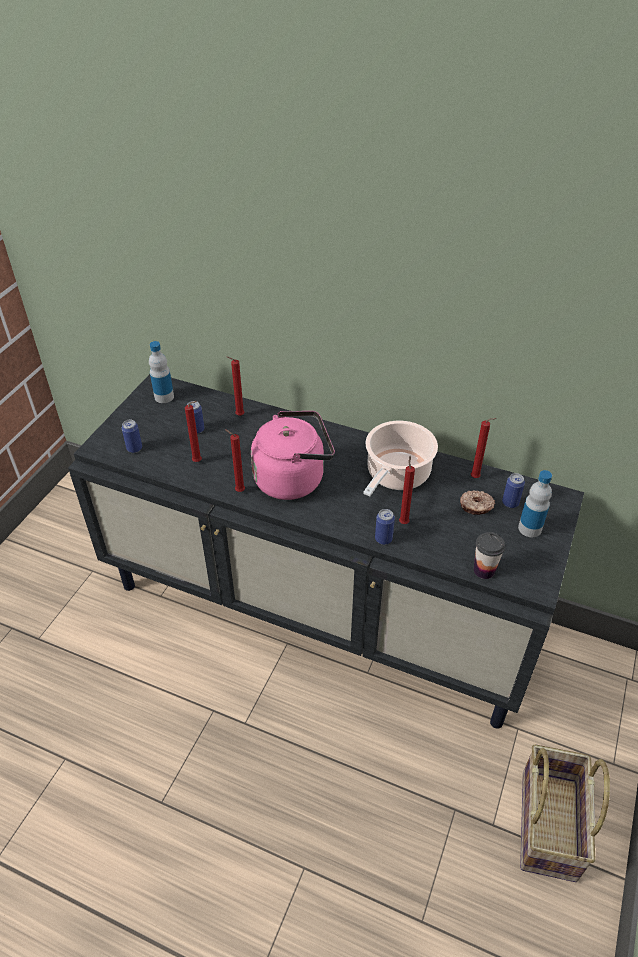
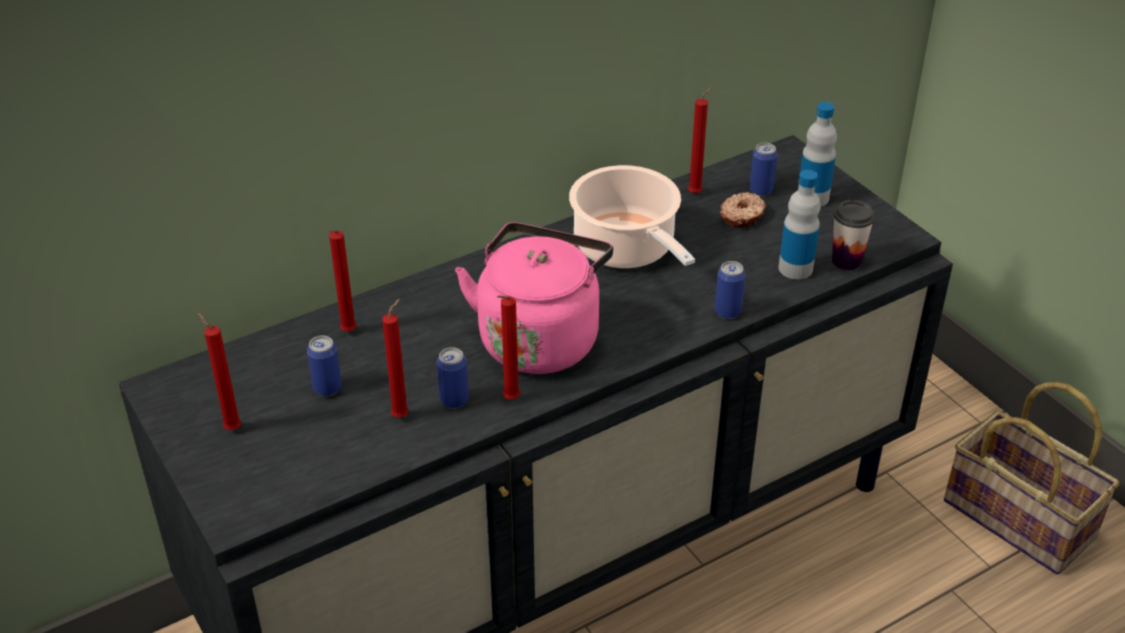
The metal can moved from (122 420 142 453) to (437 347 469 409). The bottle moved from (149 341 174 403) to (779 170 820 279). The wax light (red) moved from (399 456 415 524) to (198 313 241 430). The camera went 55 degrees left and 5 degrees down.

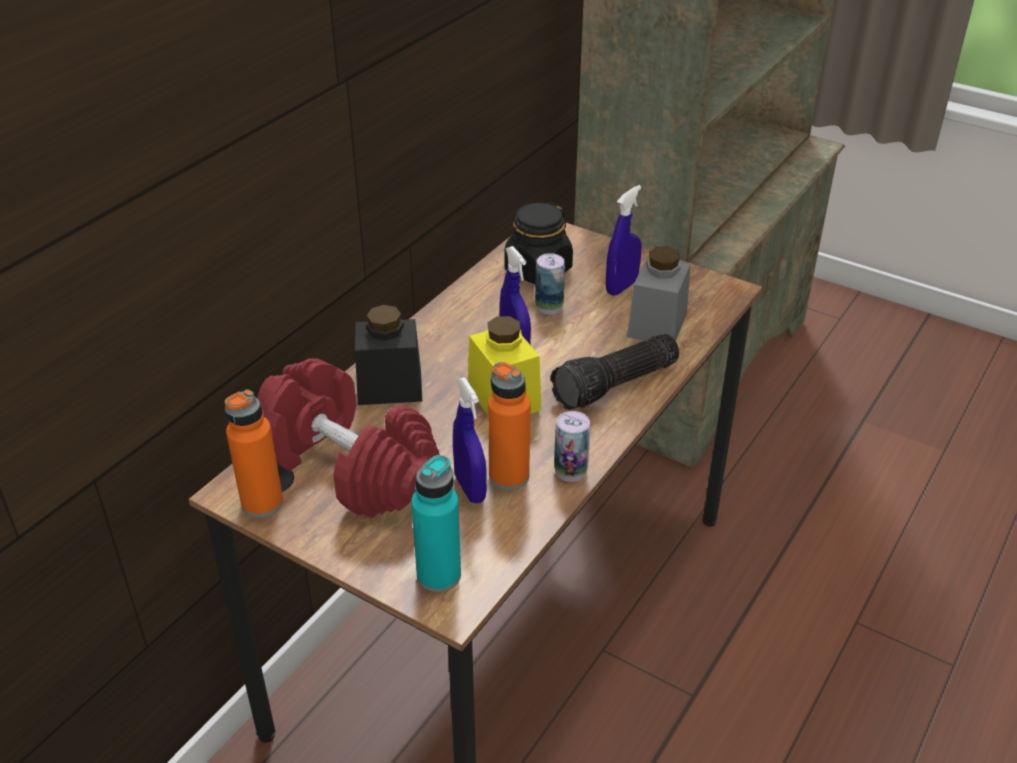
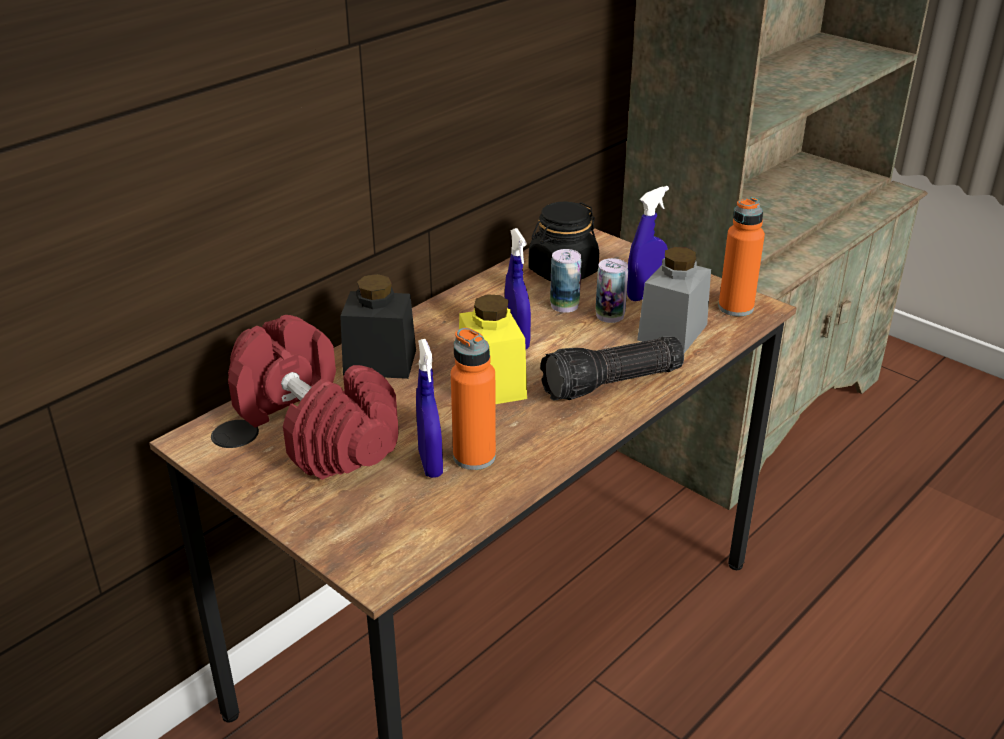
The bottle (orange) moved from (225 389 283 518) to (718 197 765 316). The bottle (turquoise) at (411 455 461 592) disappeared. The metal can moved from (554 411 590 482) to (596 258 628 323). The camera went 10 degrees right and 5 degrees down.

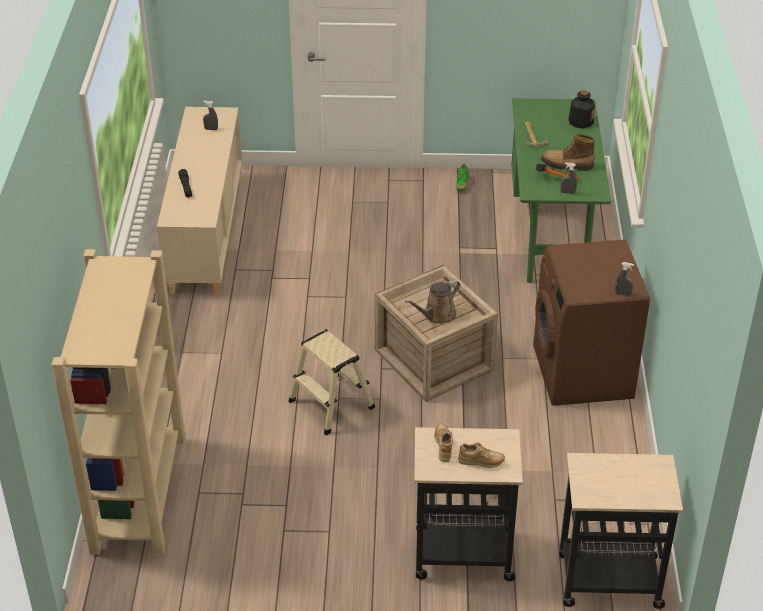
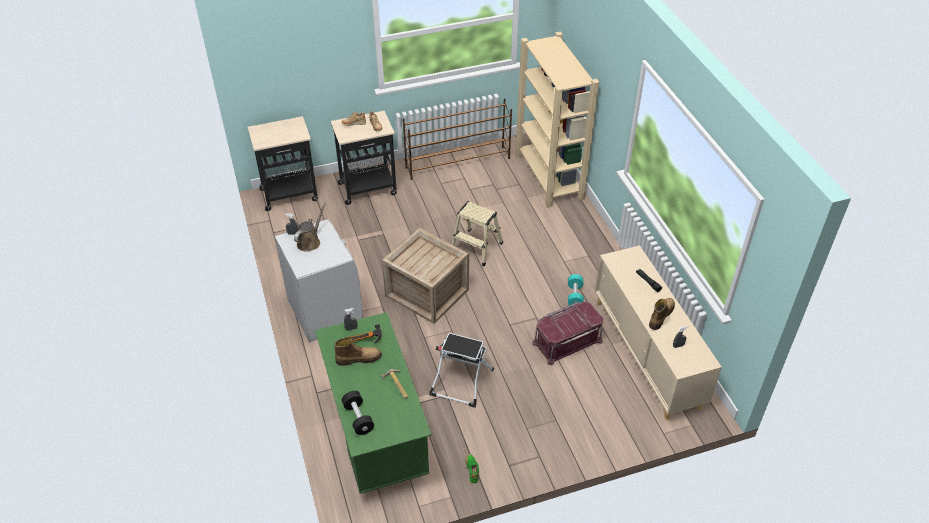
The watering pot (brown) moved from (405 279 460 324) to (294 203 326 252). The washing machine (brown) at (533 239 650 406) became the washing machine (whitish) at (275 219 364 343). The bottle at (568 90 595 128) was replaced by the free weight (black) at (342 391 374 435). The shoe stand (brown) at (403 98 512 180) appeared. The step ladder at (429 333 494 408) appeared. The storage box (red) at (532 302 603 366) appeared. The free weight (turquoise) at (568 274 584 308) appeared. The tall boot at (649 298 675 330) appeared. The camera went 160 degrees right and 5 degrees up.

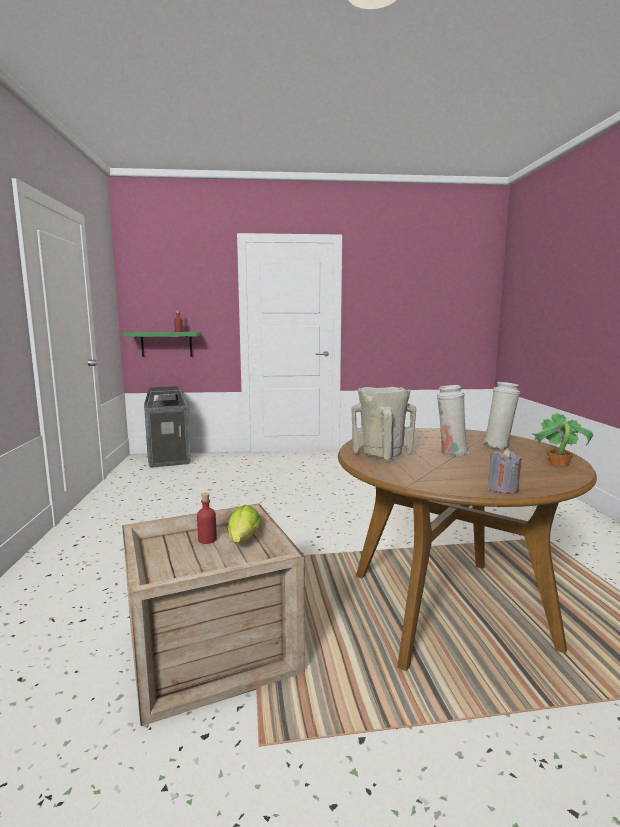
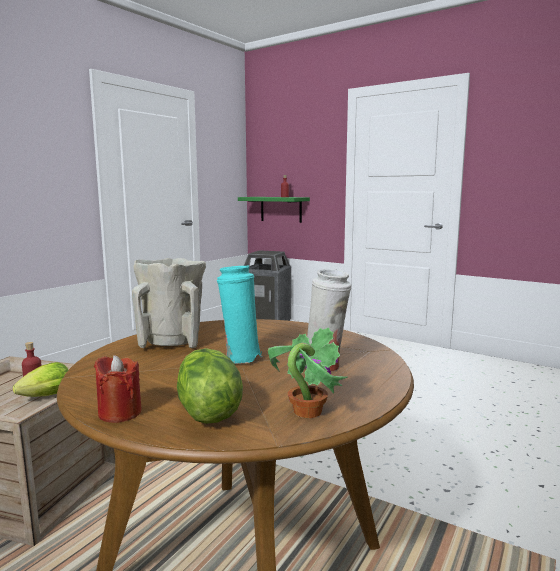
The flower vase (whitish) at (437 385 469 456) became the flower vase (turquoise) at (217 266 262 364). The wax light (greyish) at (488 448 522 494) became the wax light (red) at (94 355 142 423). The lettuce at (177 348 243 424) appeared. The camera went 40 degrees right and 0 degrees up.

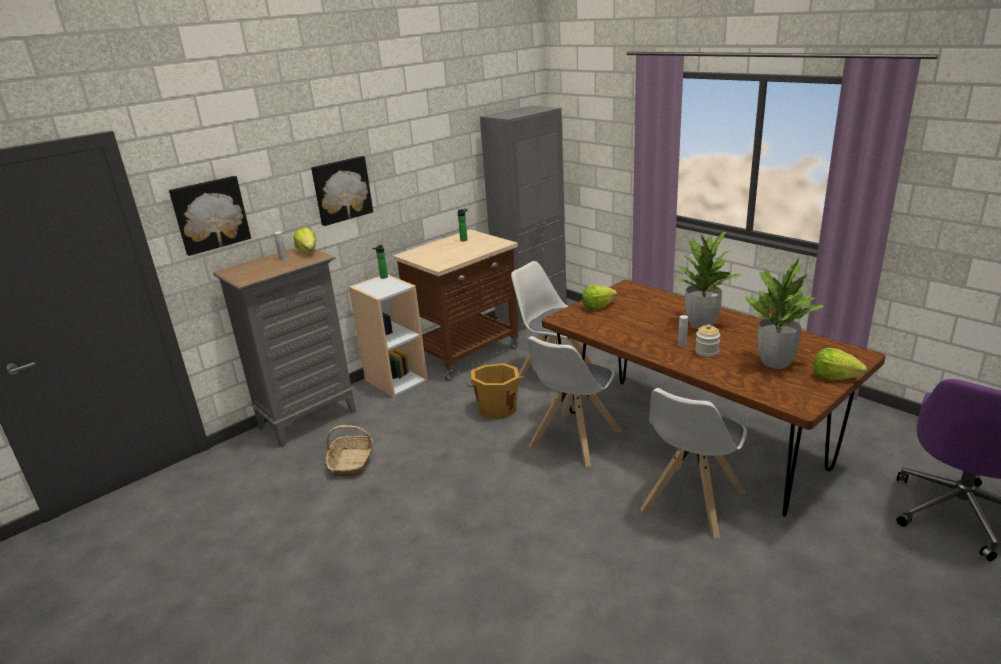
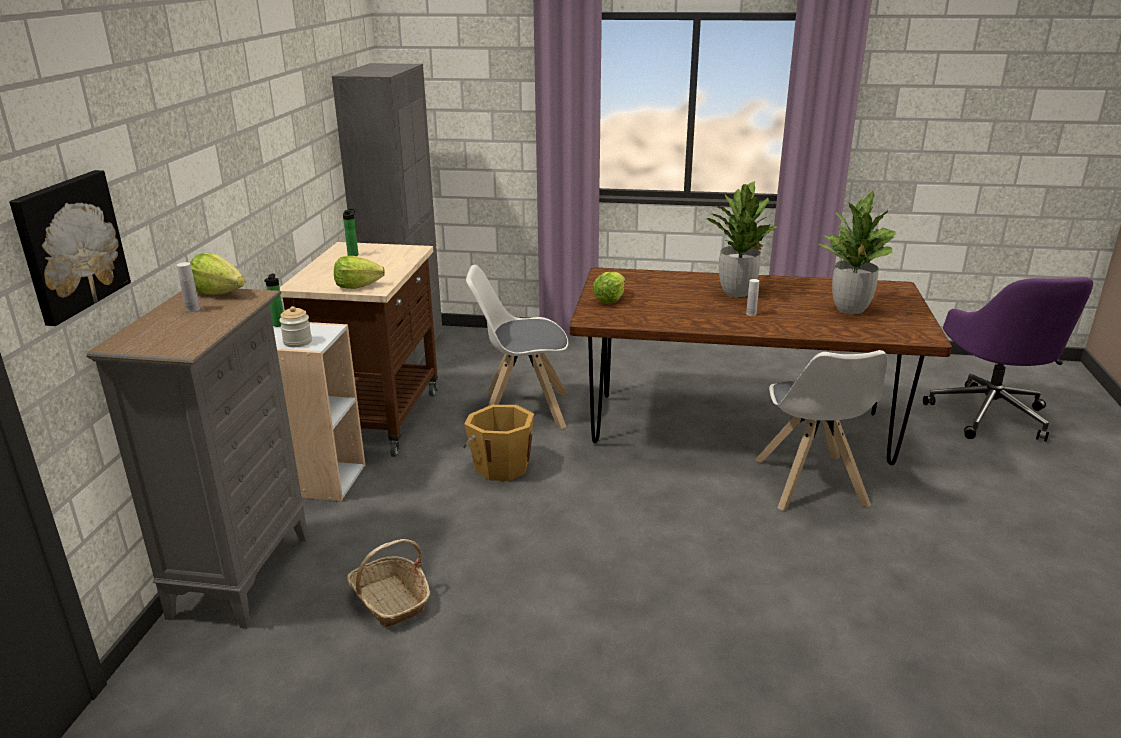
The wall art at (311 156 373 226) disappeared. The upright chair at (527 336 621 468) disappeared. The jar moved from (695 325 720 358) to (279 306 312 347). The lettuce moved from (814 348 867 380) to (334 256 385 289). The camera went 40 degrees left and 0 degrees up.

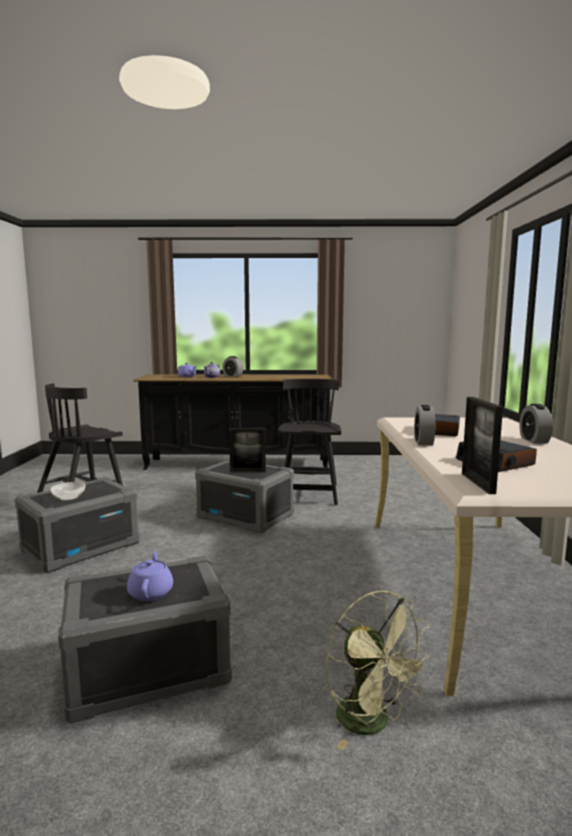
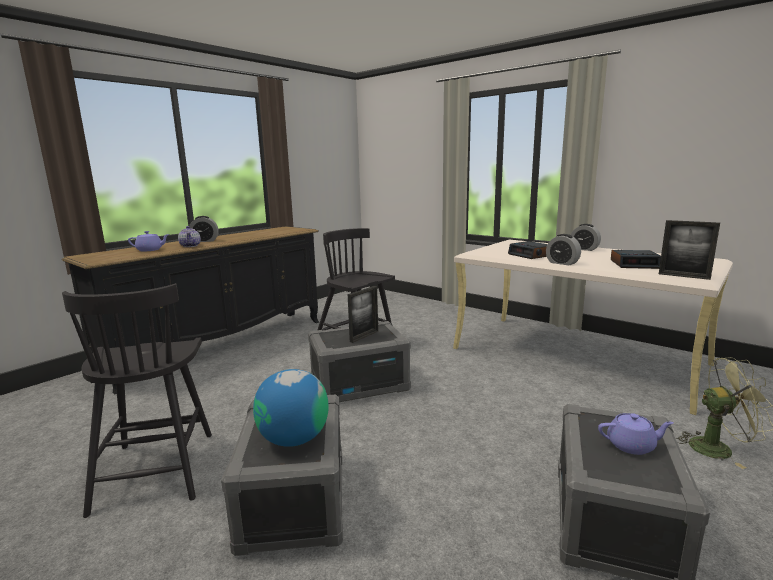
The deep dish at (51 482 85 501) was replaced by the desk globe at (253 369 329 447). The pot for tea (purple) at (127 551 173 601) turned 150 degrees clockwise. The camera went 50 degrees left and 5 degrees up.

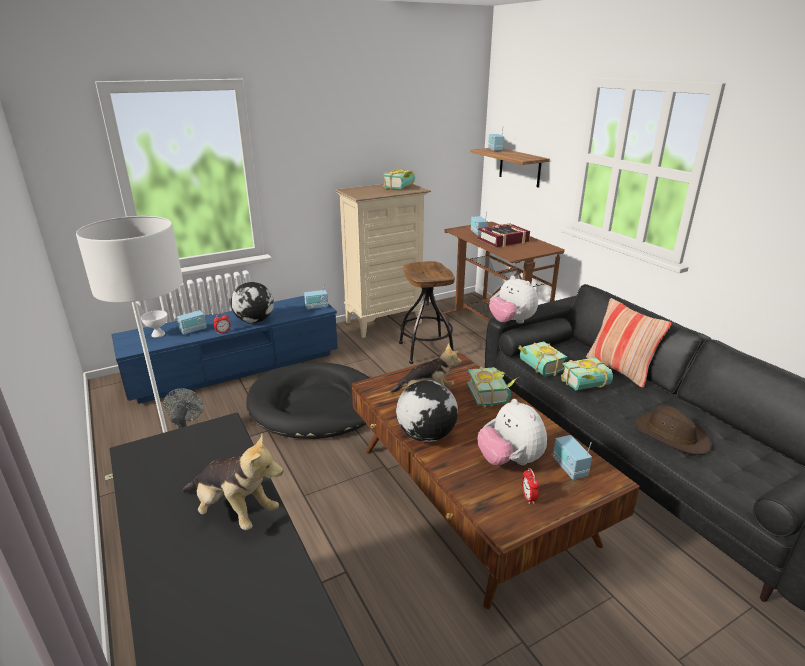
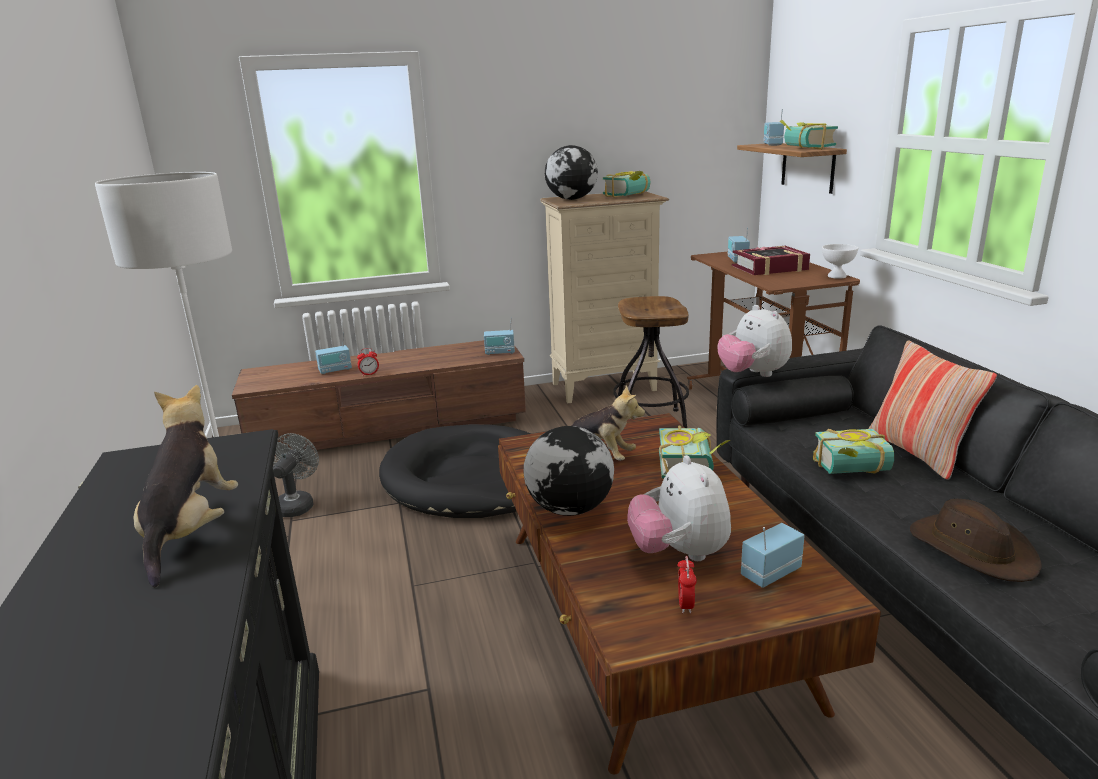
The tv stand (bluish) at (111 296 338 404) became the tv stand (brown) at (232 340 526 456). The deep dish (whitish) moved from (141 310 168 338) to (822 244 858 279). The soft toy at (182 434 283 530) turned 135 degrees counterclockwise. The desk globe moved from (231 282 274 323) to (545 145 598 200). The volume moved from (518 341 567 376) to (780 120 838 150). The radio set at (553 435 592 480) turned 60 degrees clockwise. The camera went 15 degrees right and 5 degrees down.

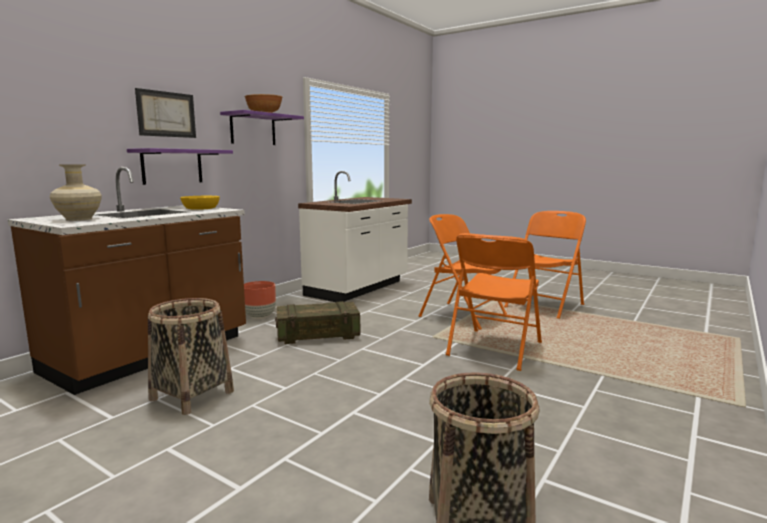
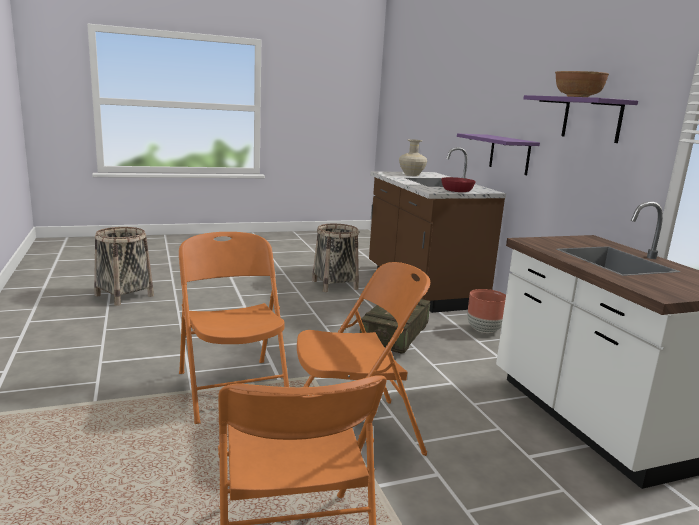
The wall art at (135 88 196 138) disappeared. The deep dish (yellow-coloured) at (180 196 220 210) became the deep dish (red) at (441 177 476 192). The camera went 125 degrees right and 5 degrees up.

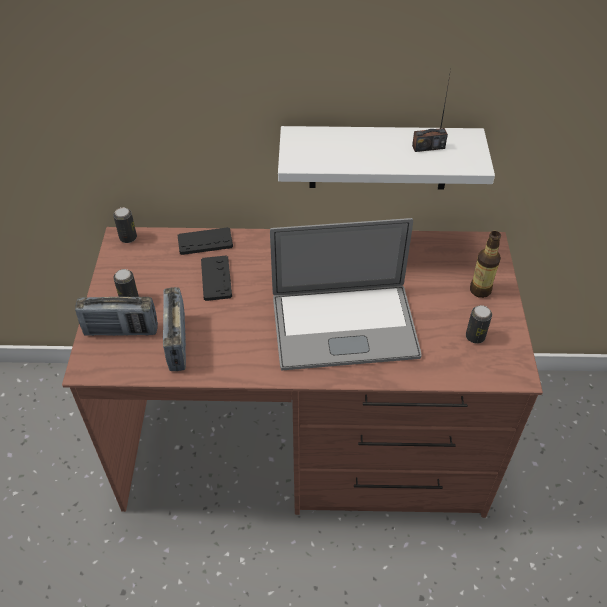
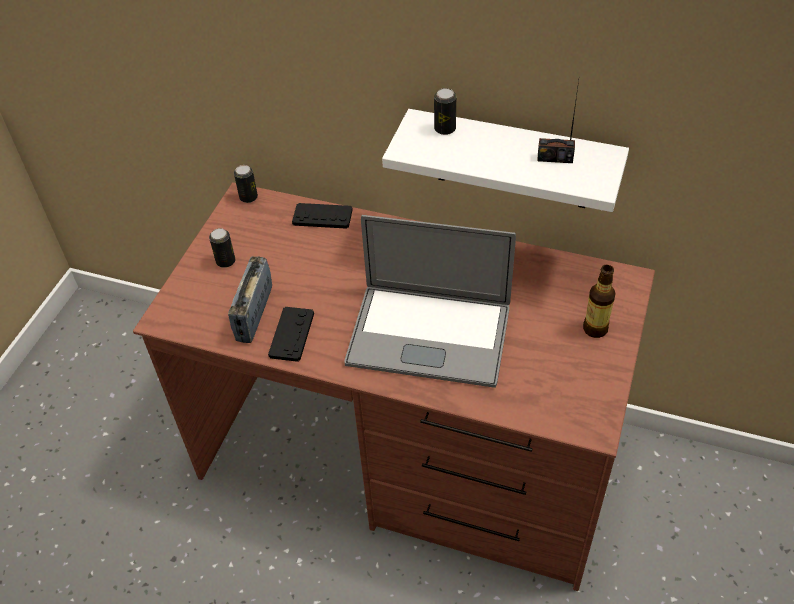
The radio set at (75 297 158 336) disappeared. The game controller (black) moved from (201 255 232 301) to (268 307 314 362). The metal can moved from (466 305 492 343) to (434 88 456 135). The camera went 20 degrees right and 0 degrees up.

